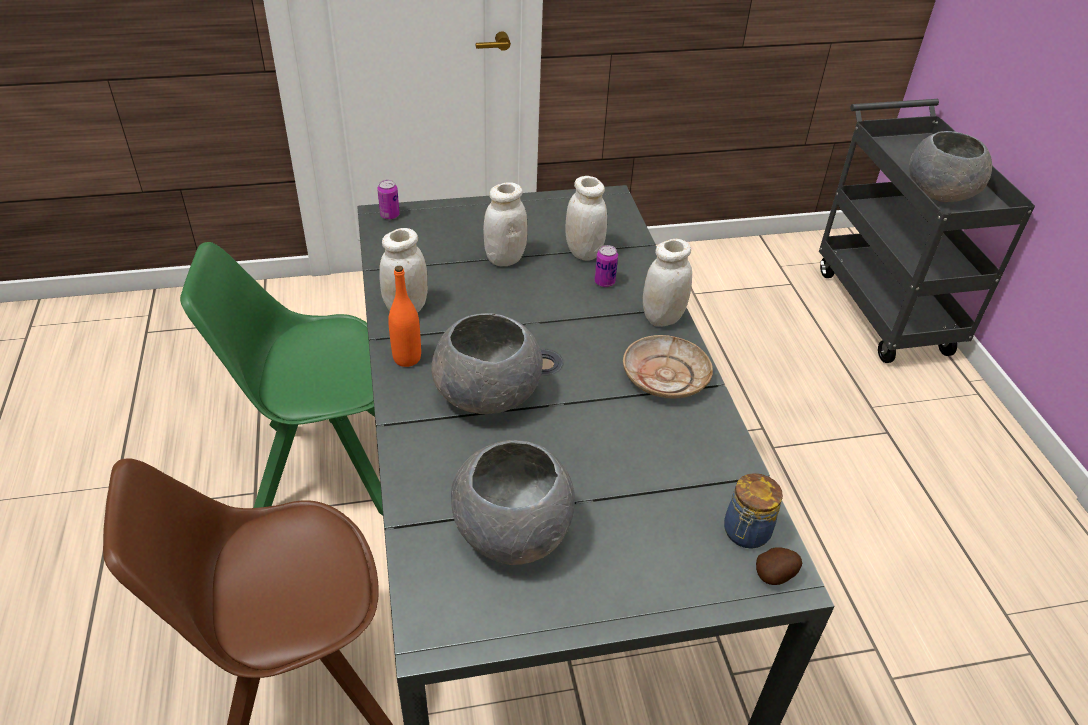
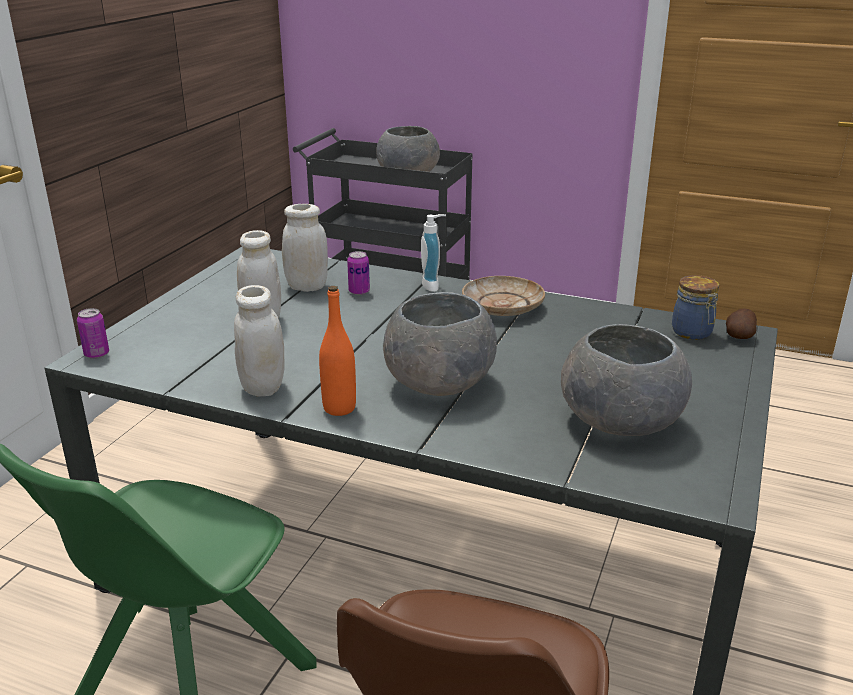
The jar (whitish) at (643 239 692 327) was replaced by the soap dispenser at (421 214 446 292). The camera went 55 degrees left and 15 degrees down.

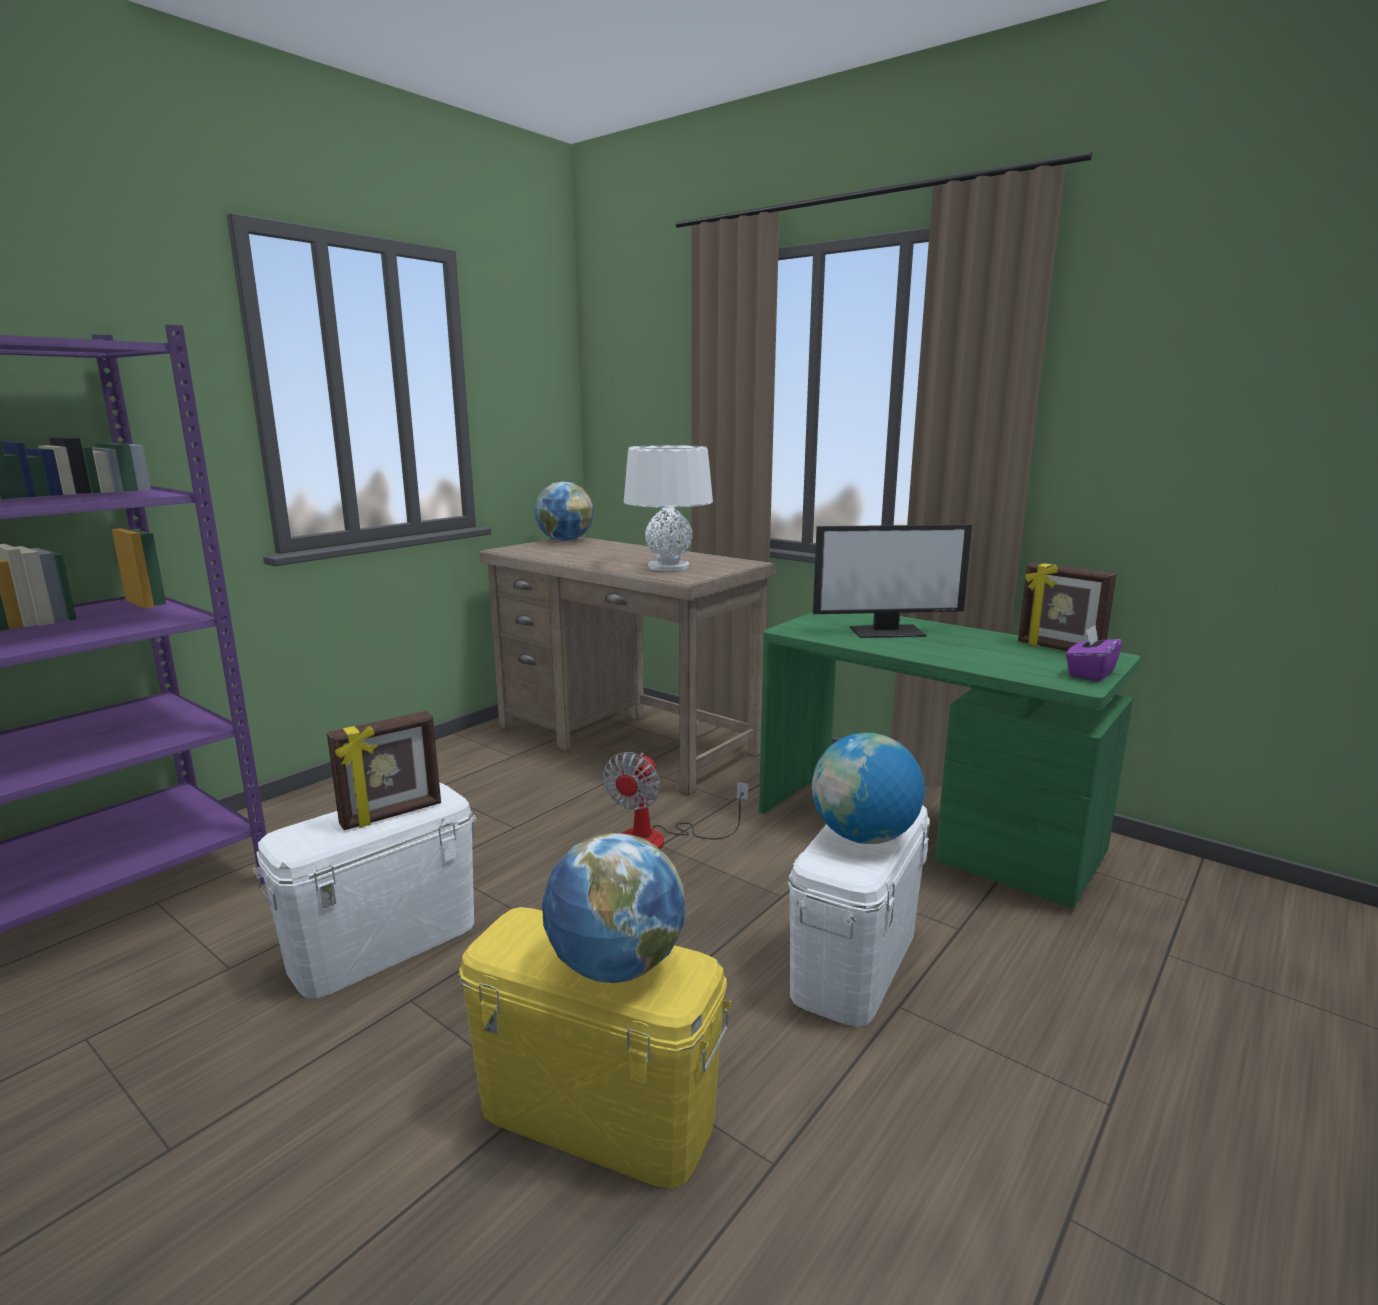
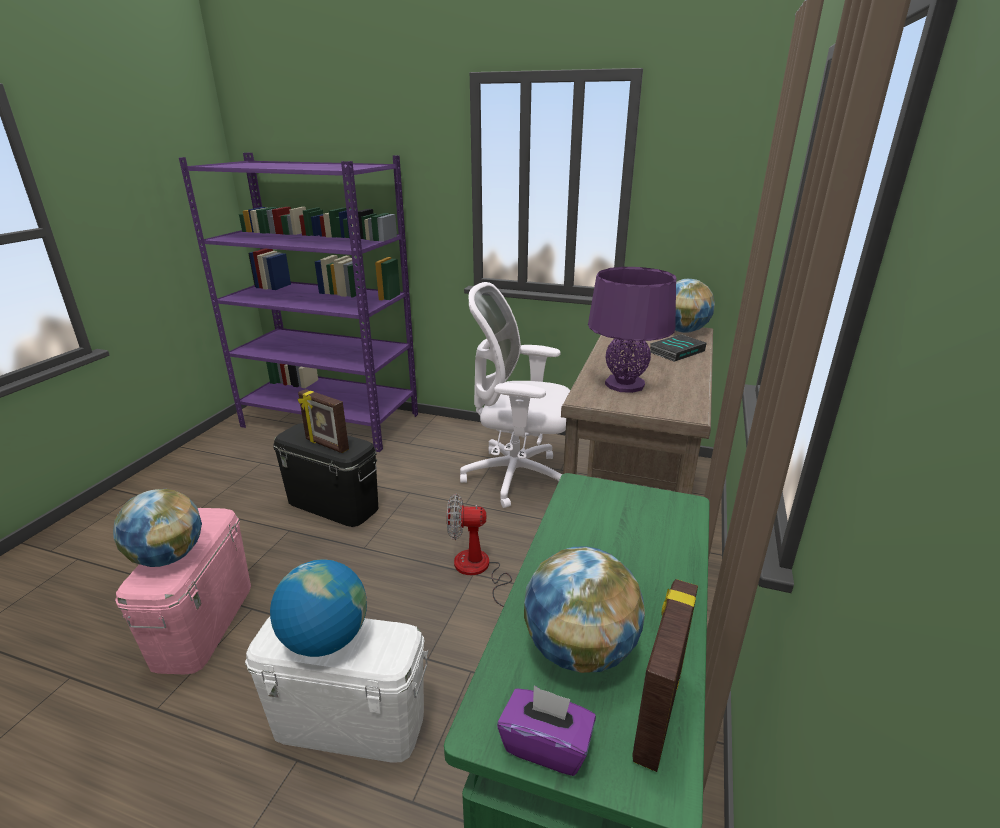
The storage box (whitish) at (253 782 476 999) became the storage box (black) at (274 423 378 527). The storage box (yellow-coloured) at (459 907 732 1189) became the storage box (pinkish) at (115 508 251 675). The lamp for a table (whitish) at (624 445 713 571) became the lamp for a table (purple) at (588 267 677 393). The computer screen at (813 524 972 638) disappeared. The office chair (whitish) at (460 282 570 508) appeared. The desk globe at (524 546 645 673) appeared. The volume at (650 334 707 362) appeared. The camera went 70 degrees right and 10 degrees up.

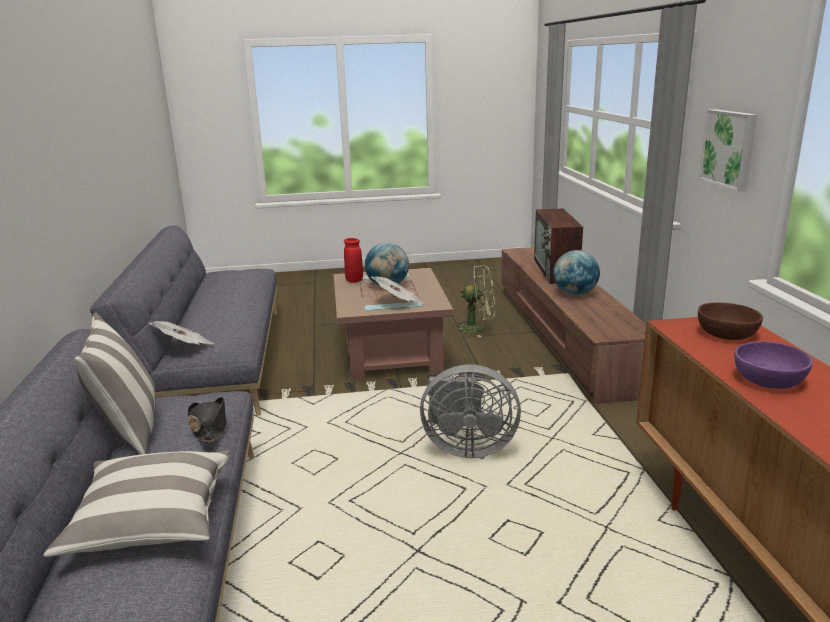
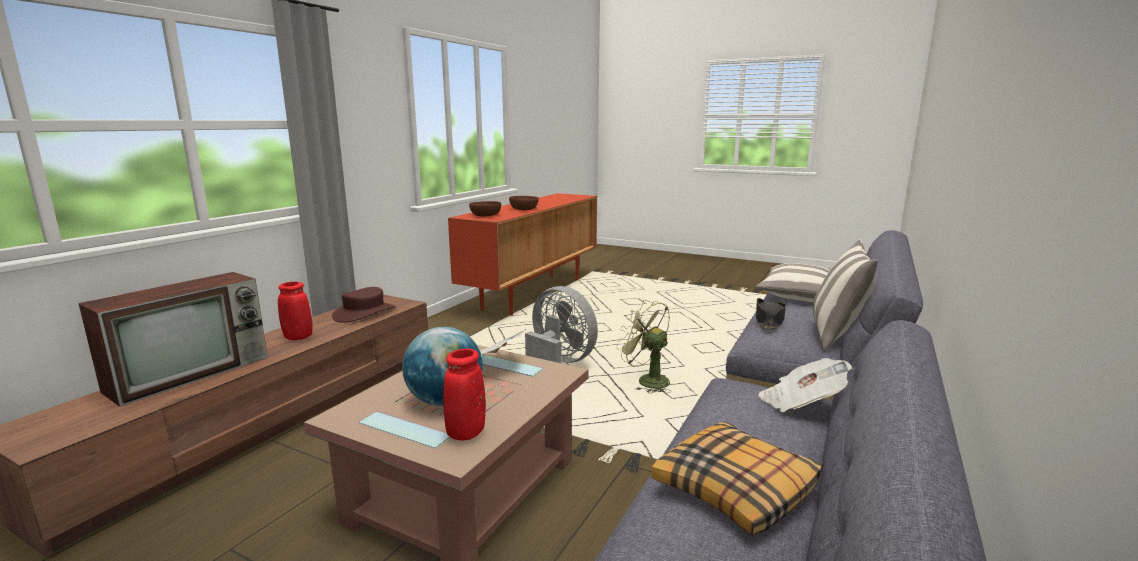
The electric fan (greenish) moved from (452 265 495 337) to (616 300 671 393). The desk globe at (553 250 600 296) was replaced by the flower vase (red) at (278 282 312 340). The wall art at (699 109 757 191) disappeared. The deep dish (purple) at (734 341 813 389) became the deep dish (brown) at (509 196 539 210). The wearable hat (brown) at (332 287 395 323) appeared. The cushion at (651 422 823 536) appeared. The camera went 145 degrees left and 5 degrees down.

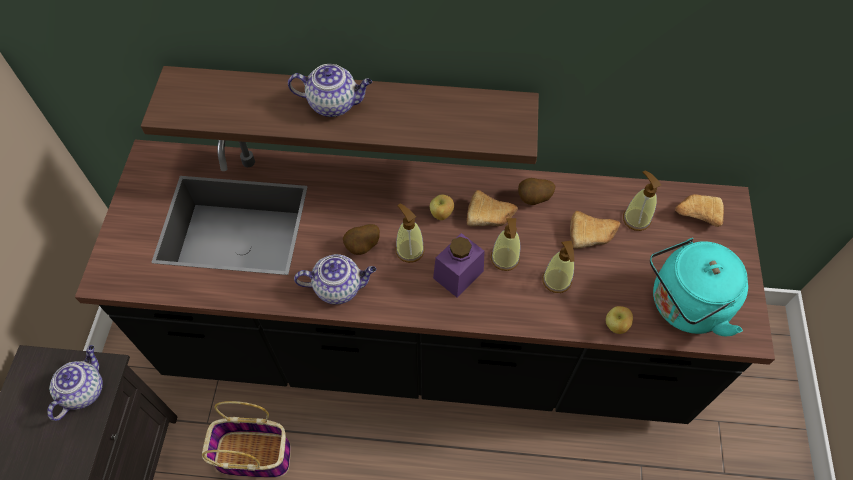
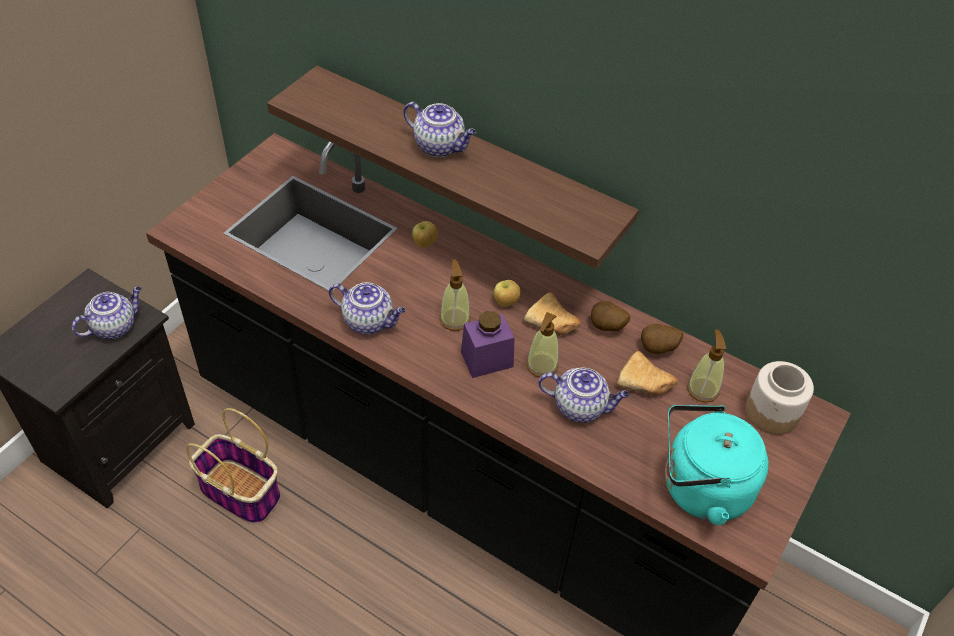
The whole potato moved from (343 224 380 255) to (641 324 683 354). The soap dispenser at (542 241 574 293) was replaced by the pot for tea at (538 367 630 423). The apple fruit moved from (606 306 633 334) to (412 221 438 248). The bakery bread at (675 194 724 227) was replaced by the jar at (745 361 814 435). The camera went 25 degrees right and 10 degrees down.

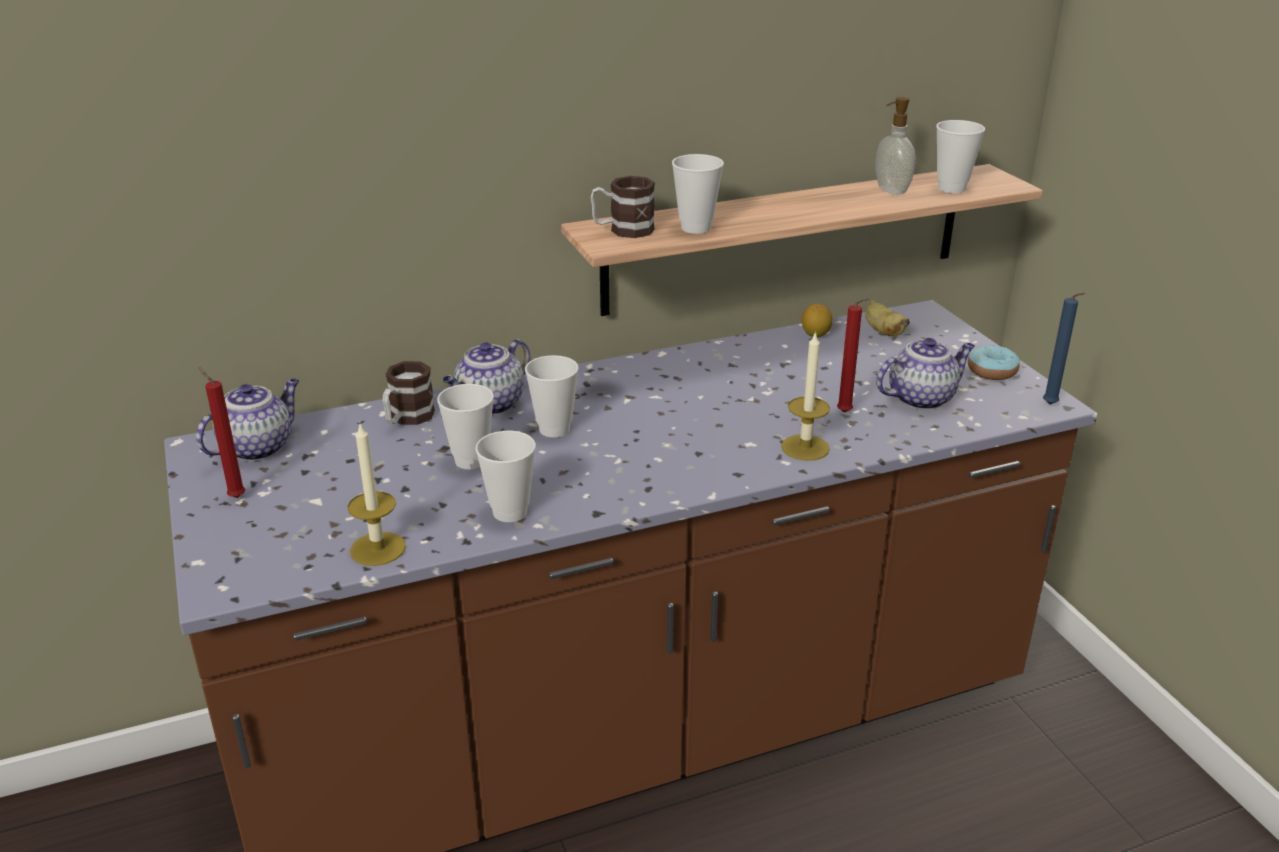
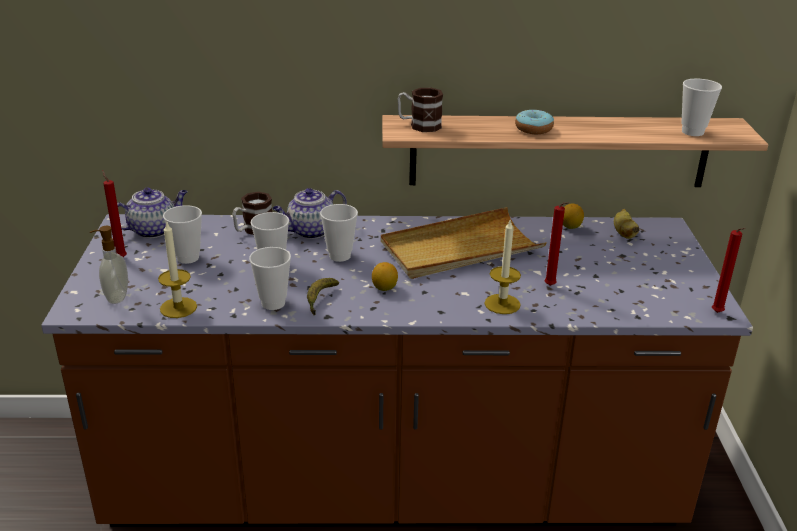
The cup moved from (672 154 724 234) to (163 205 202 264). The soap dispenser moved from (875 97 916 195) to (90 226 128 304). The pot for tea at (876 338 975 410) disappeared. The doughnut moved from (968 345 1020 380) to (515 110 554 134). The wax light (bluish) at (1043 293 1086 404) became the wax light (red) at (712 228 745 313). The banana fruit at (307 278 339 315) appeared. The citrus fruit at (372 262 398 291) appeared. The tray (sand-coloured) at (381 207 547 279) appeared. The camera went 20 degrees right and 0 degrees up.

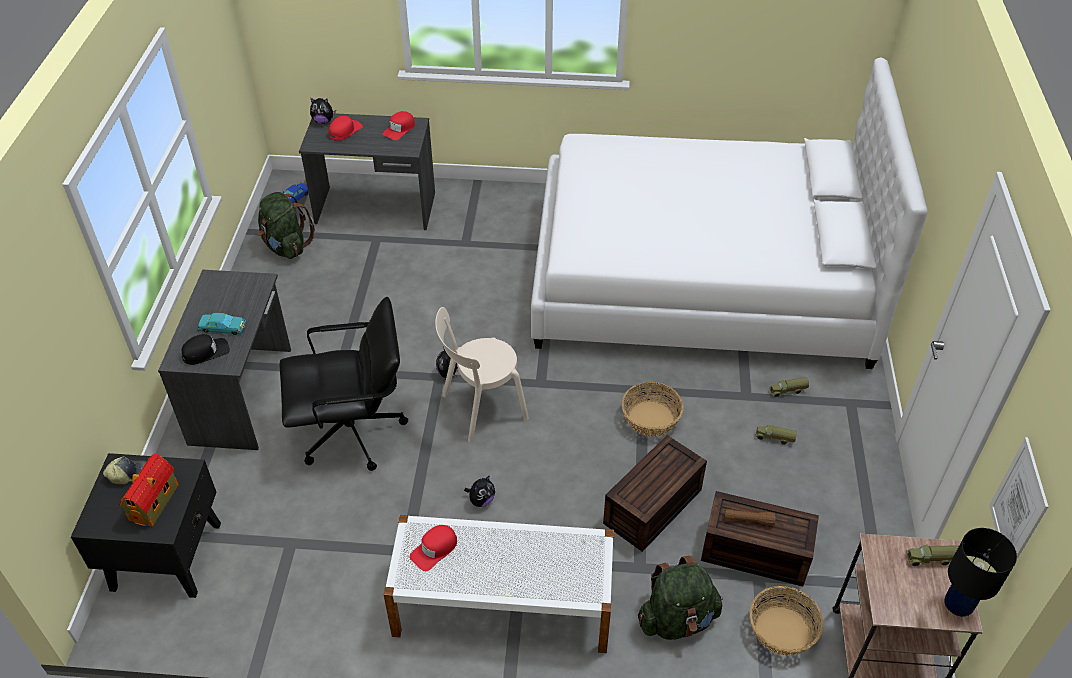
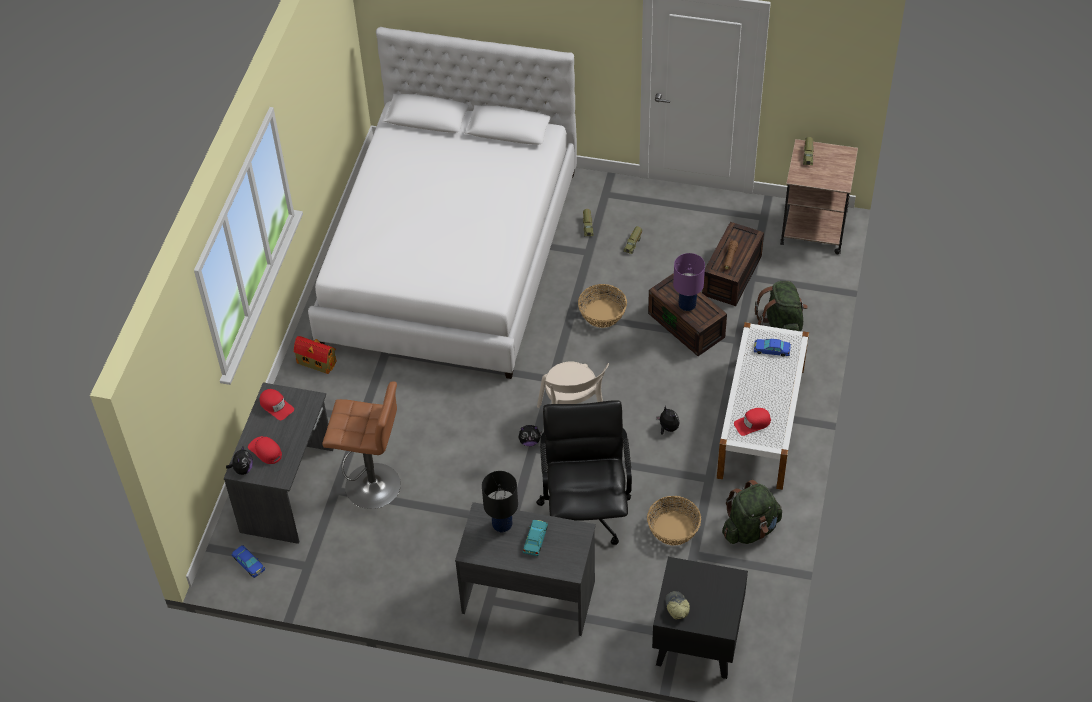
The miniature house moved from (119 454 179 527) to (294 336 336 374). The peaked cap (black) at (182 334 230 365) disappeared. The rucksack (greenish) moved from (258 192 315 259) to (722 480 782 544). The peaked cap (red) at (410 525 457 571) turned 105 degrees clockwise. The household basket moved from (749 586 823 655) to (647 496 701 546). The lamp for a table (black) moved from (945 528 1017 617) to (482 471 518 533). The wall art at (989 437 1049 559) disappeared. The stool seat (brown) at (322 382 401 509) appeared. The lamp for a table (purple) at (673 253 705 311) appeared. The toy car (bluish) at (754 338 791 357) appeared. The camera went 80 degrees left and 5 degrees up.

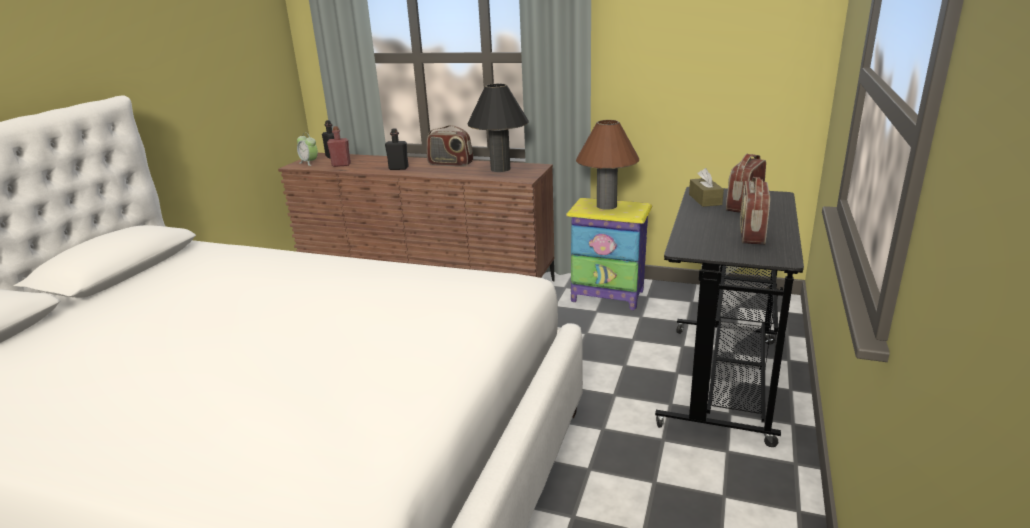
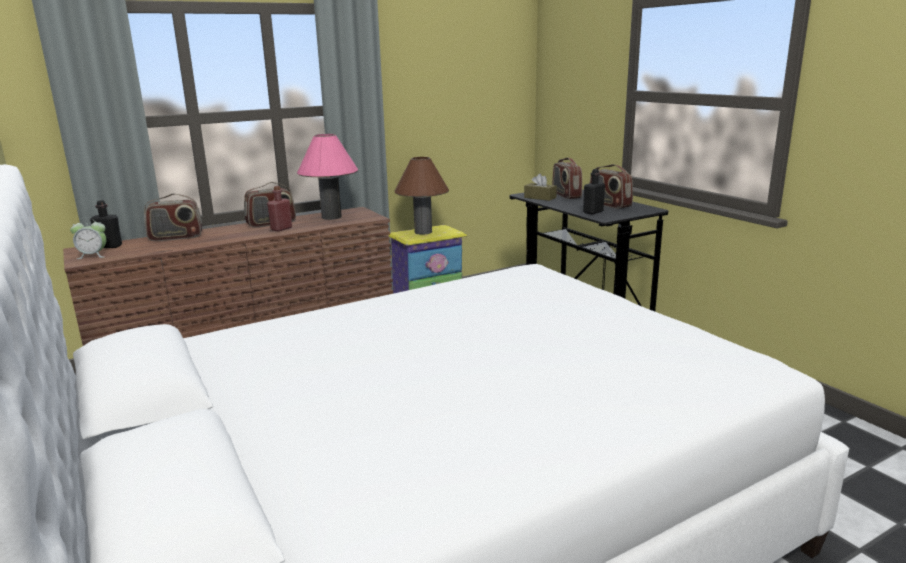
The bottle (red) moved from (327 126 351 167) to (267 186 292 231). The bottle (black) moved from (385 128 409 170) to (583 169 605 215). The lamp for a table (black) at (467 84 529 172) became the lamp for a table (pinkish) at (297 134 358 220). The radio set at (144 194 202 241) appeared. The camera went 50 degrees left and 5 degrees down.

